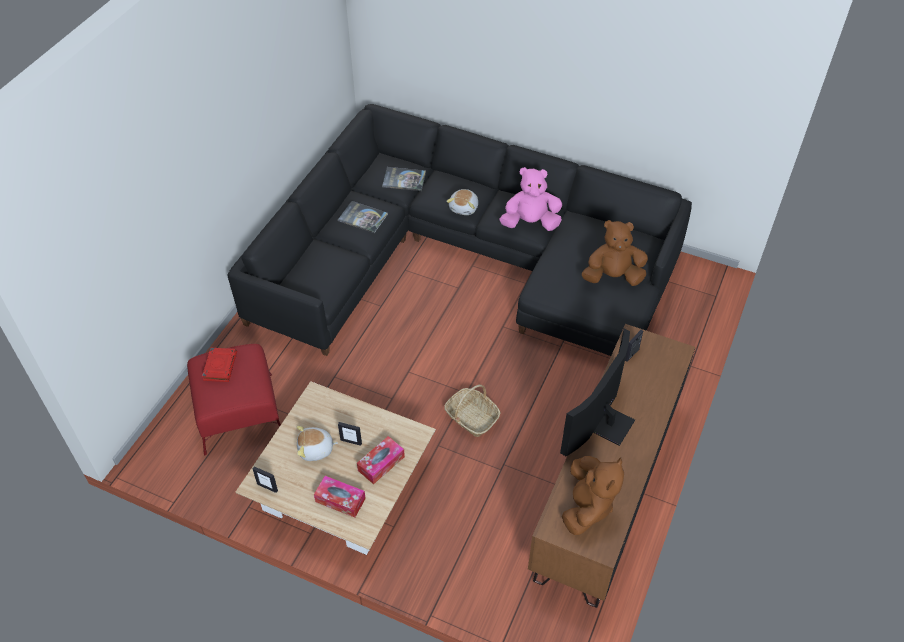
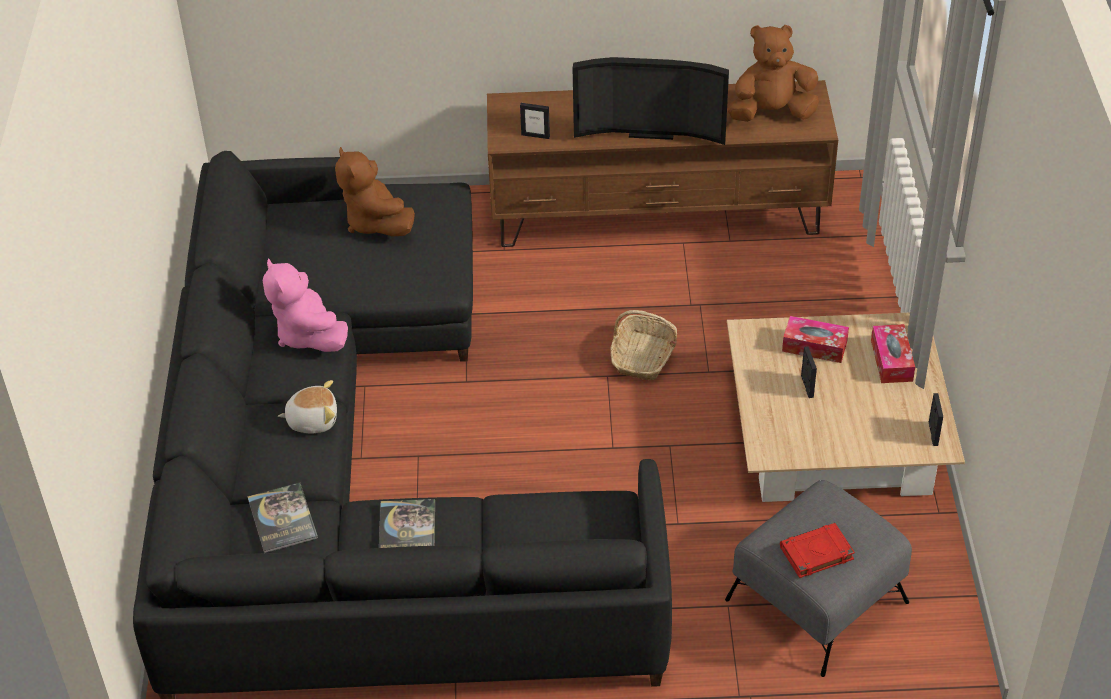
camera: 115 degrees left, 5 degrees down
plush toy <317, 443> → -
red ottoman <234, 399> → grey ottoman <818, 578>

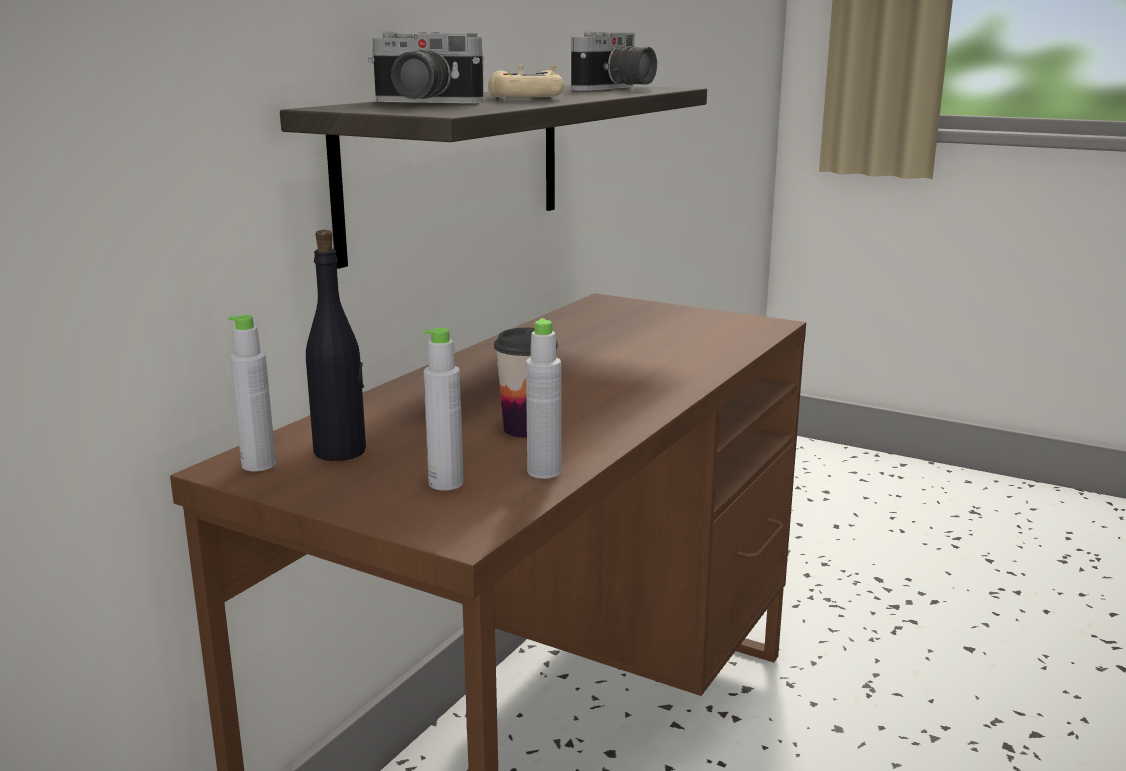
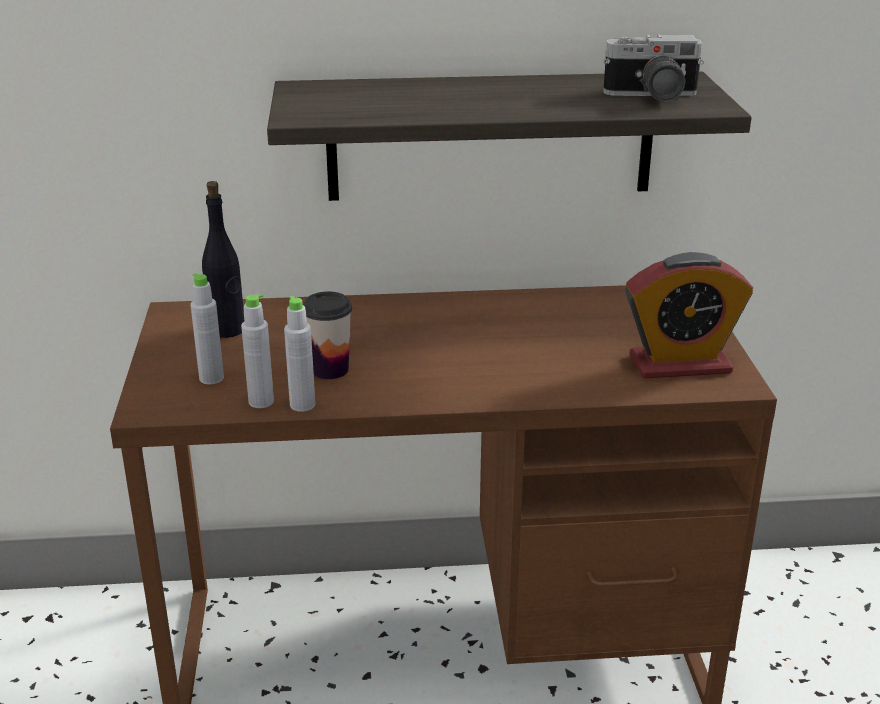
camera: 55 degrees right, 10 degrees up
photo camera <426, 67> → -
beige game controller <526, 81> → -
- → alarm clock <689, 315>
grey bottle <252, 393> → grey bottle <299, 354>, relocated

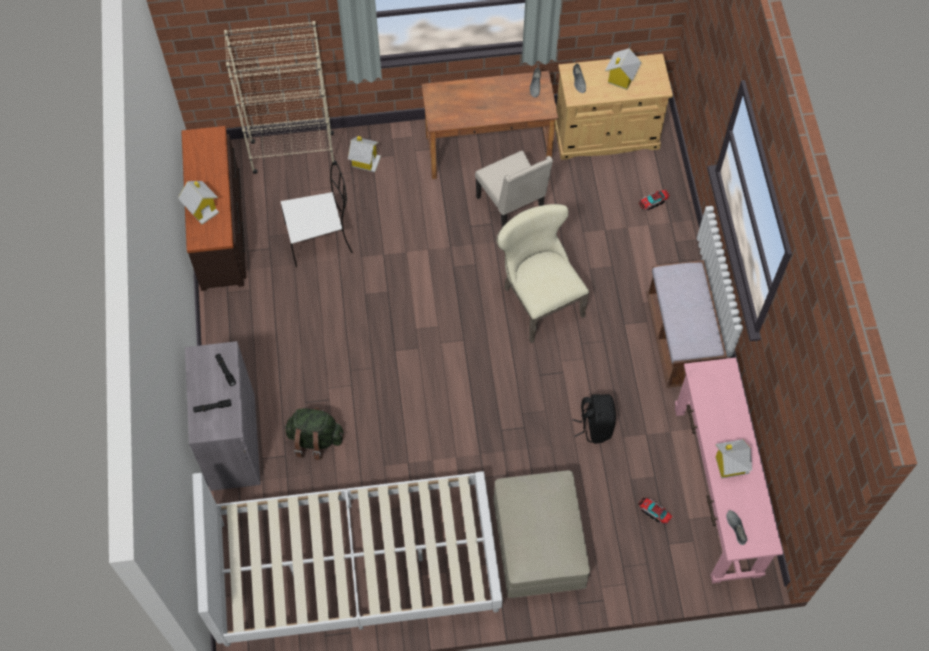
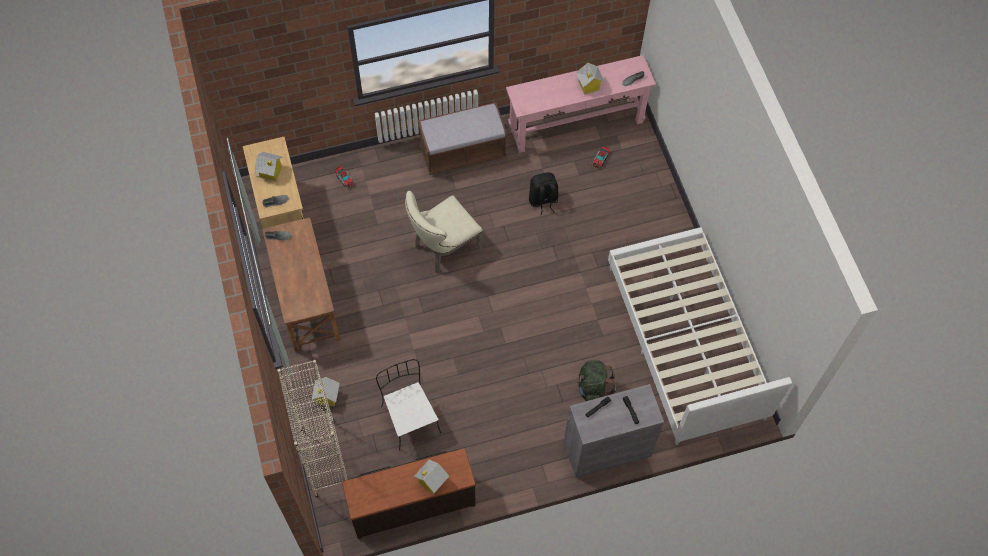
camera: 100 degrees left, 0 degrees up
beige chair <514, 189> → -
beige ottoman <541, 534> → -

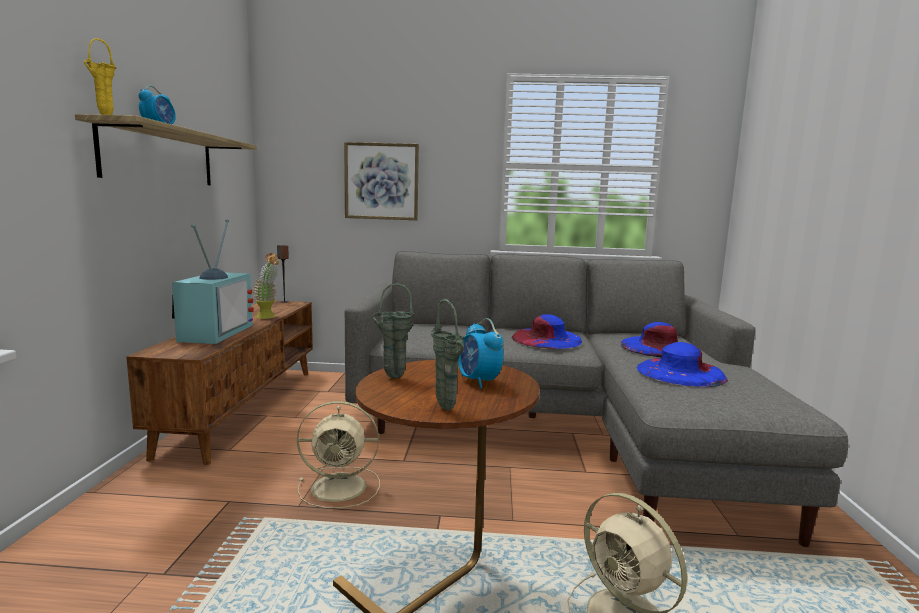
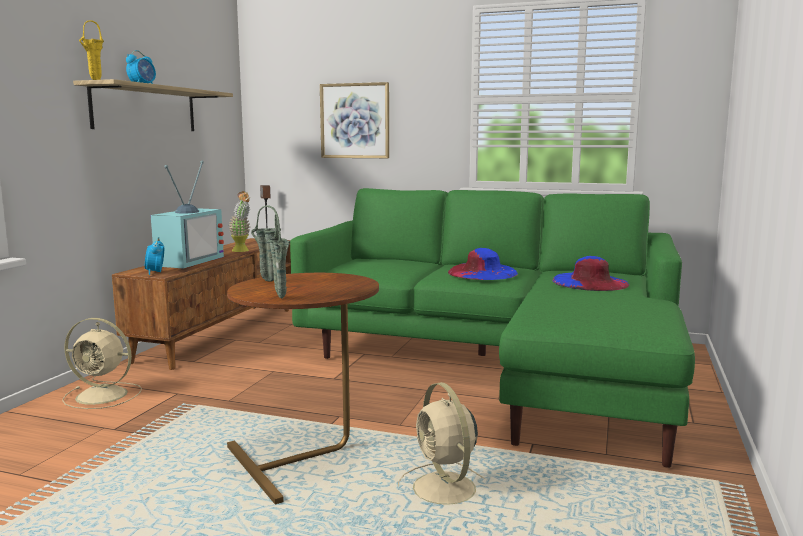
camera: 15 degrees right, 0 degrees up
blue hat <682, 364> → -
beige fan <338, 454> → beige fan <102, 363>, relocated
alarm clock <481, 353> → alarm clock <154, 256>, relocated
grey sofa <596, 399> → green sofa <492, 328>

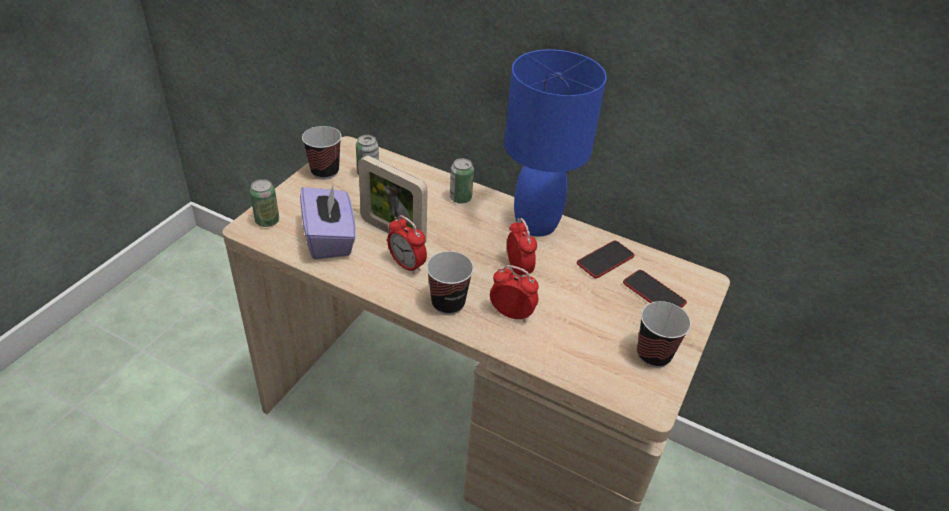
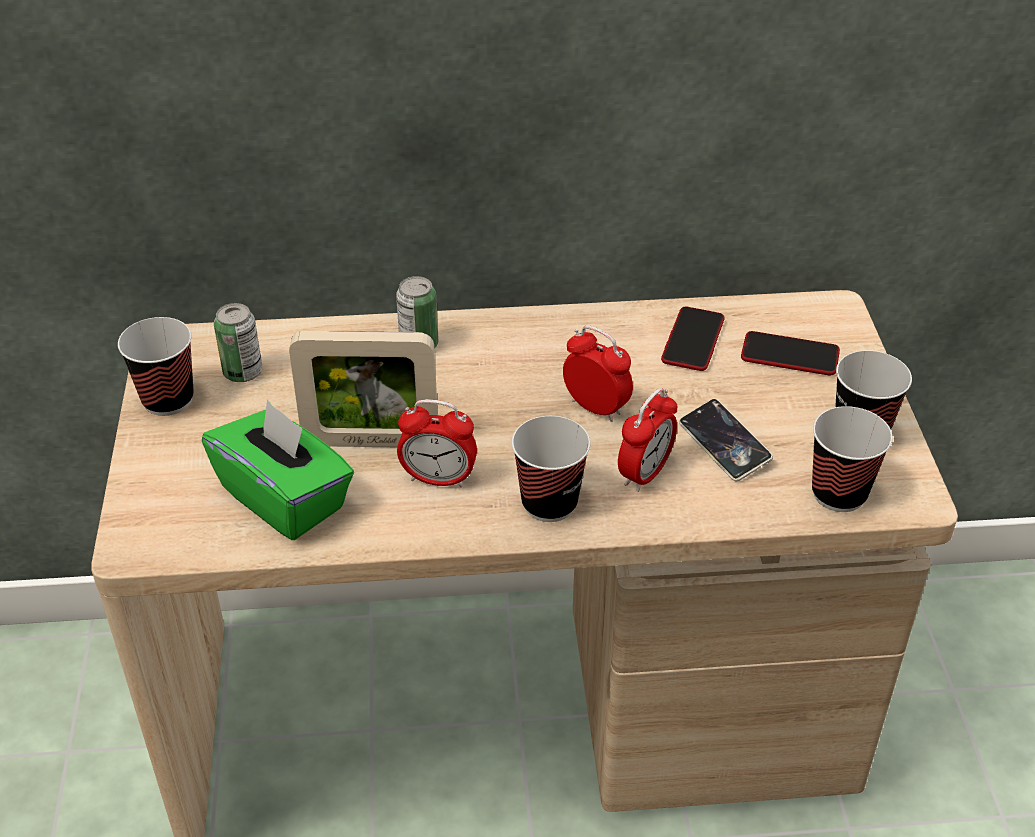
camera: 30 degrees left, 0 degrees up
can <264, 203> → -
blue table lamp <555, 142> → -
- → phone <726, 440>
- → cup <852, 459>
purple tissue box <328, 221> → green tissue box <278, 469>
alarm clock <514, 294> → alarm clock <647, 440>, 135 degrees clockwise

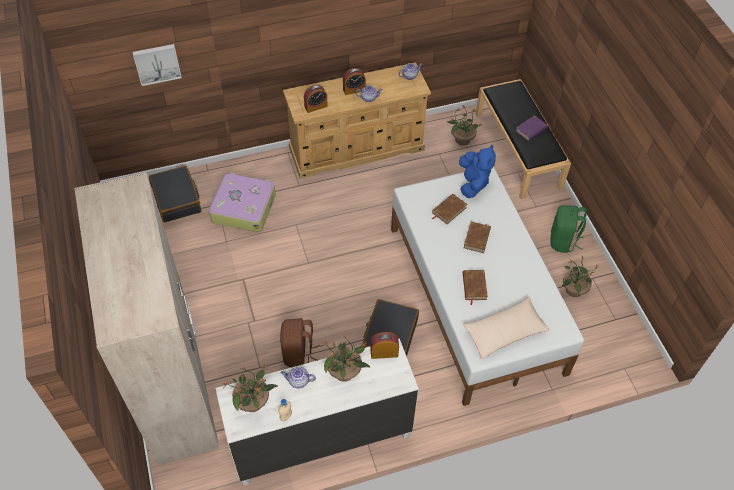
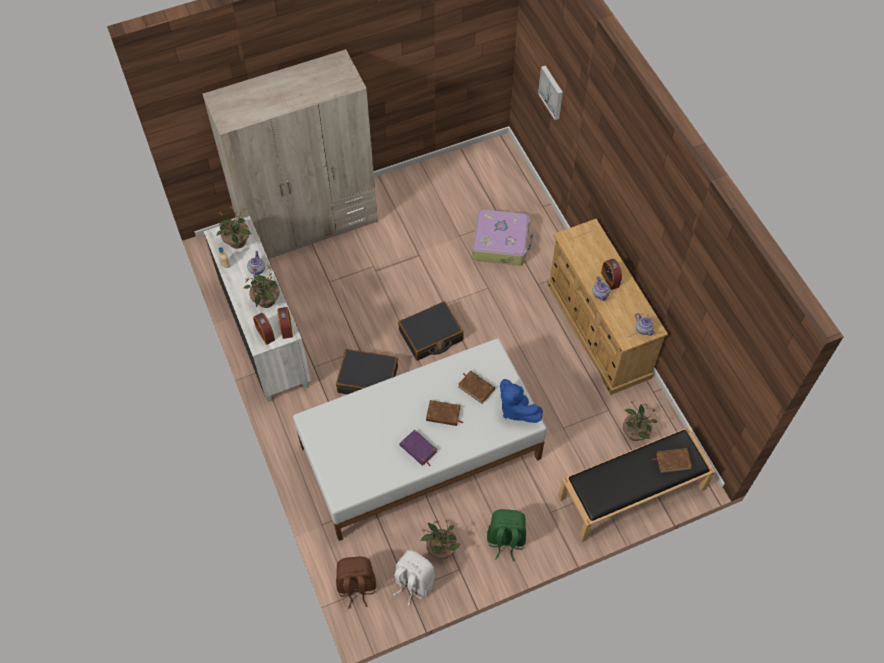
camera: 85 degrees right, 5 degrees up
beige pillow <506, 328> → -
- → white backpack <414, 578>
black suitcase <175, 194> → black suitcase <431, 331>, relocated
brown backpack <300, 343> → brown backpack <356, 582>, relocated
alarm clock <316, 99> → alarm clock <264, 329>, relocated
brown book <475, 287> → brown book <671, 460>, relocated
purple book <532, 128> → purple book <418, 447>, relocated
blue plush toy <477, 171> → blue plush toy <521, 401>, 60 degrees clockwise

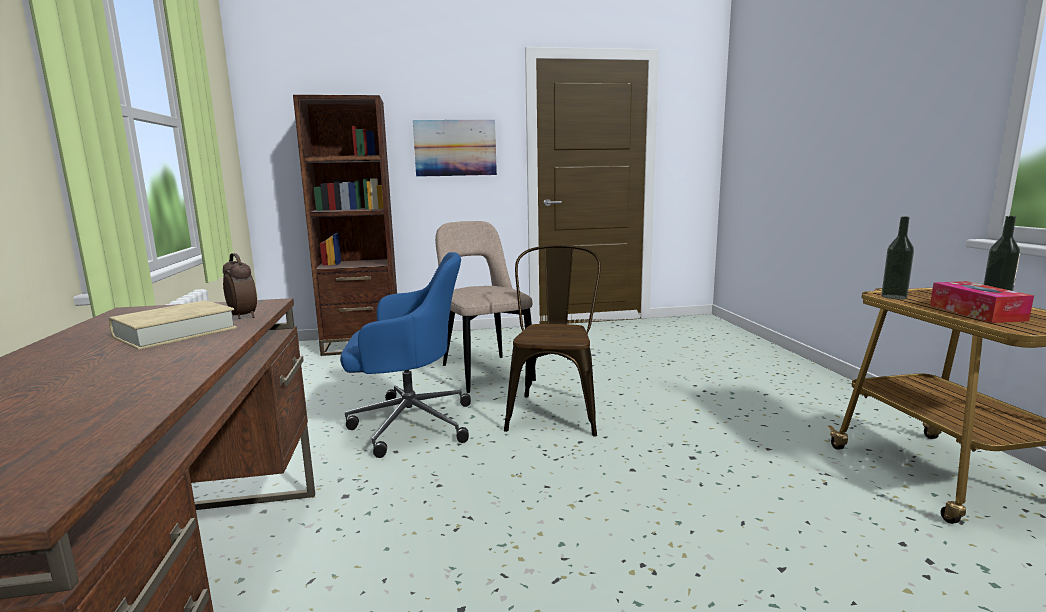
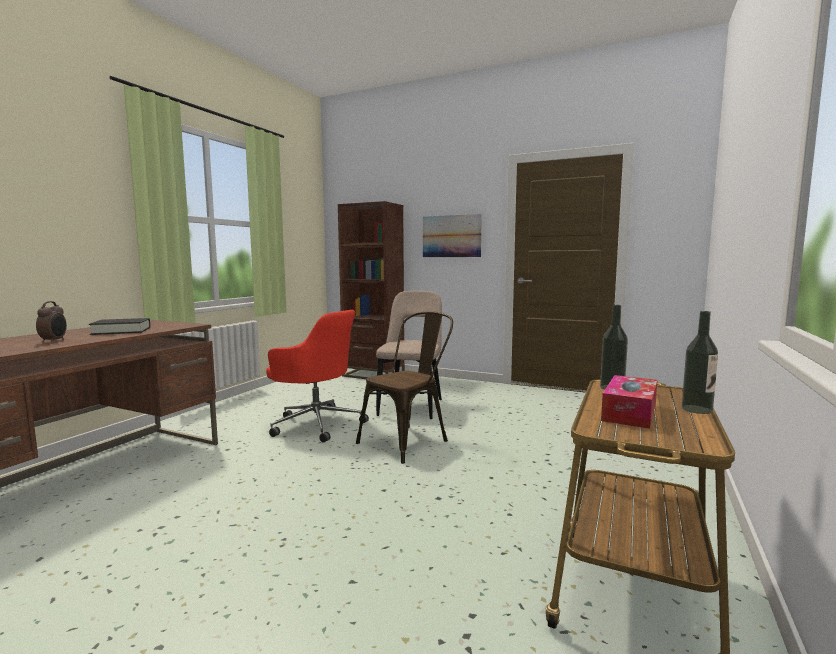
camera: 35 degrees right, 5 degrees down
alarm clock <240, 286> → alarm clock <51, 321>, relocated
beige book <173, 325> → black book <119, 326>
blue office chair <405, 355> → red office chair <317, 376>

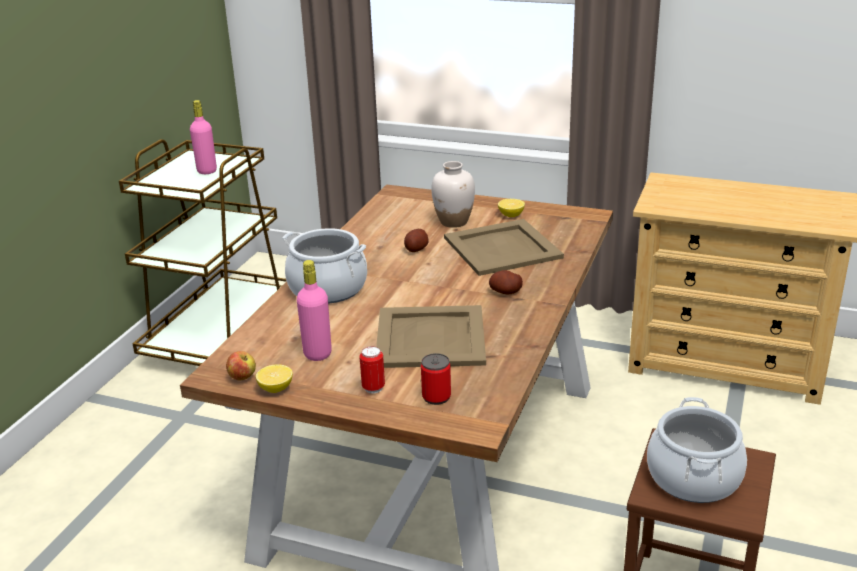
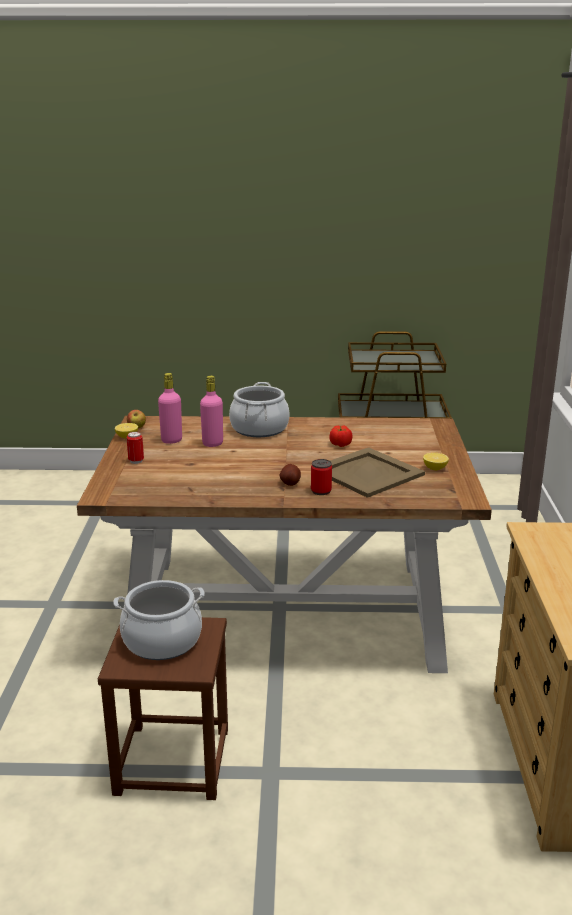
camera: 70 degrees right, 5 degrees down
beige tray <431, 336> → -
white vase <453, 194> → -
pink bottle <203, 137> → pink bottle <211, 411>, relocated
can <436, 379> → can <321, 477>, relocated
potato <416, 240> → tomato <340, 436>

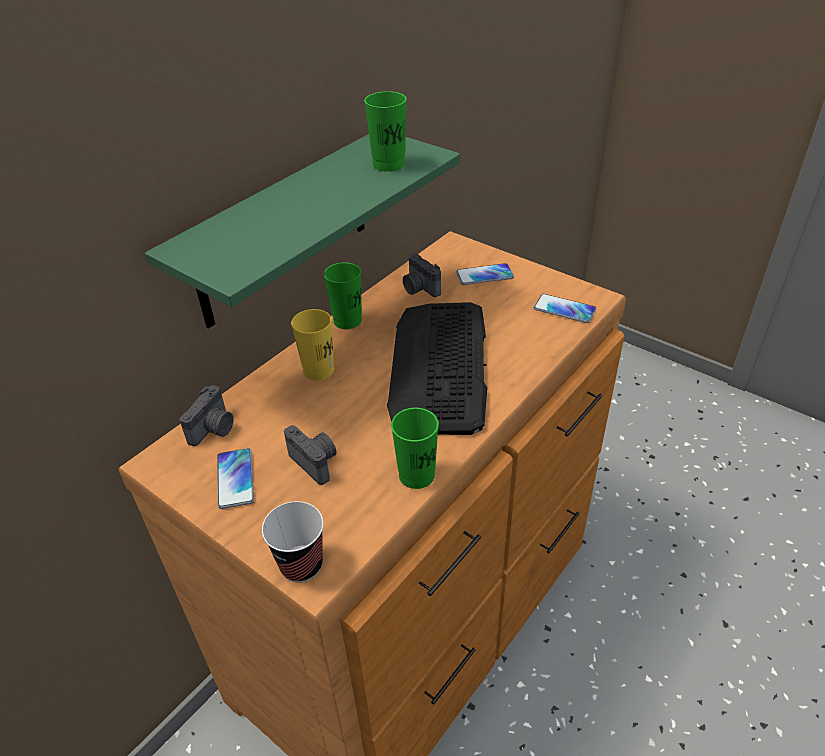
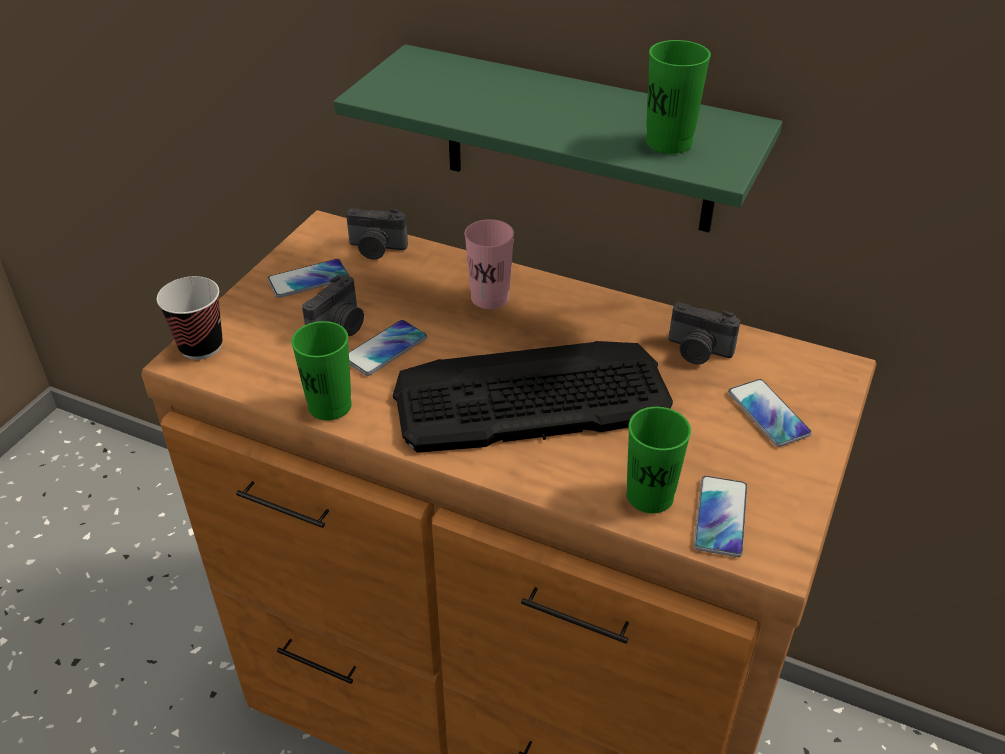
camera: 75 degrees right, 0 degrees up
- → phone <388, 348>
green cup <343, 295> → green cup <659, 460>, relocated
yellow cup <312, 345> → pink cup <489, 264>
photo camera <422, 275> → photo camera <704, 333>, 105 degrees counterclockwise

